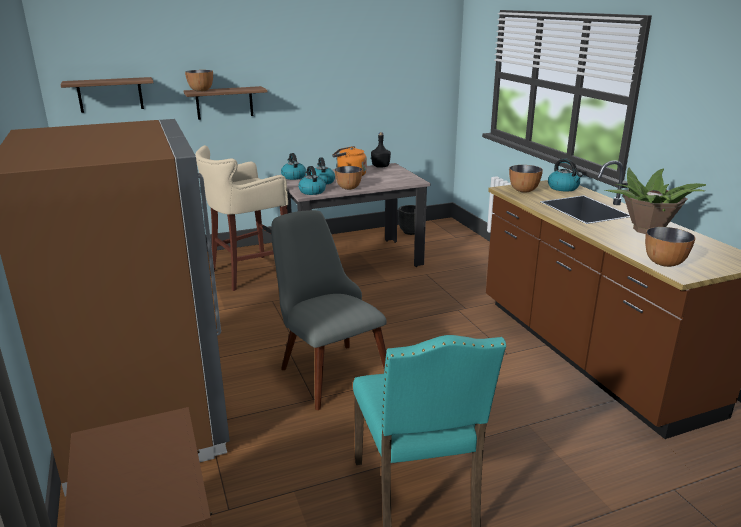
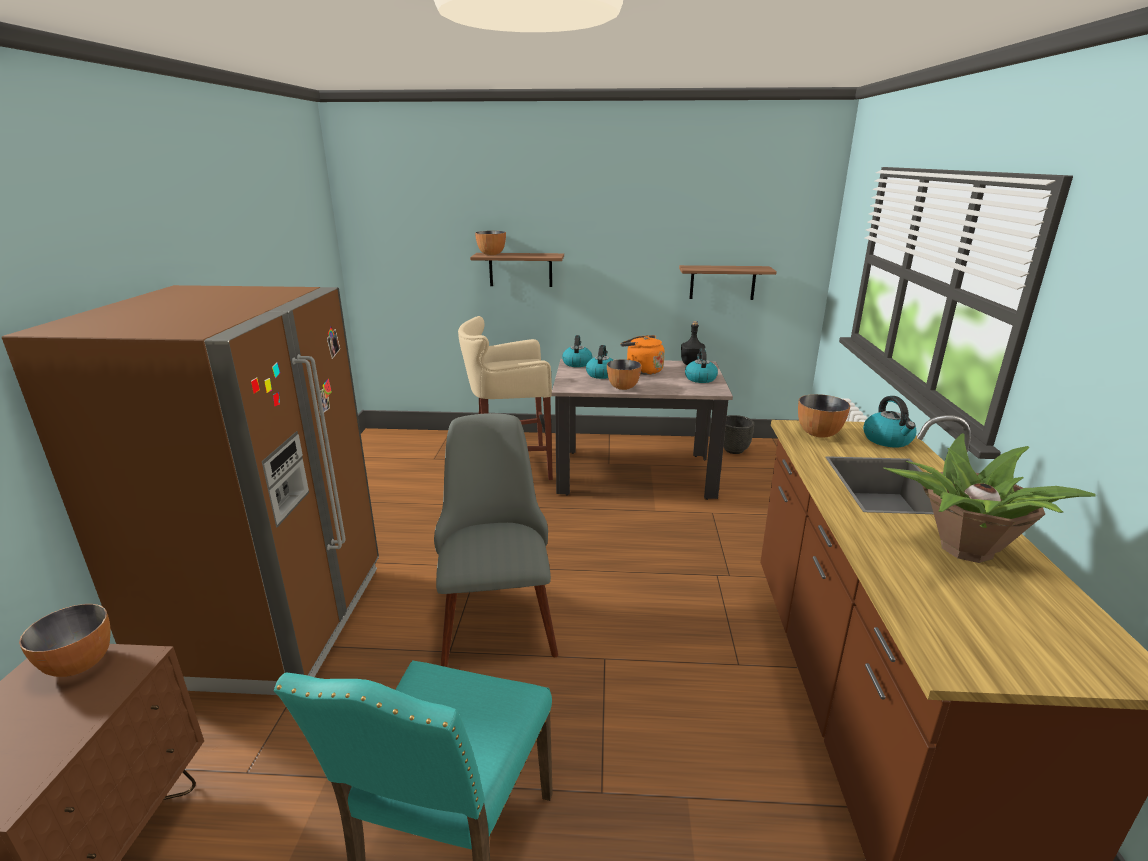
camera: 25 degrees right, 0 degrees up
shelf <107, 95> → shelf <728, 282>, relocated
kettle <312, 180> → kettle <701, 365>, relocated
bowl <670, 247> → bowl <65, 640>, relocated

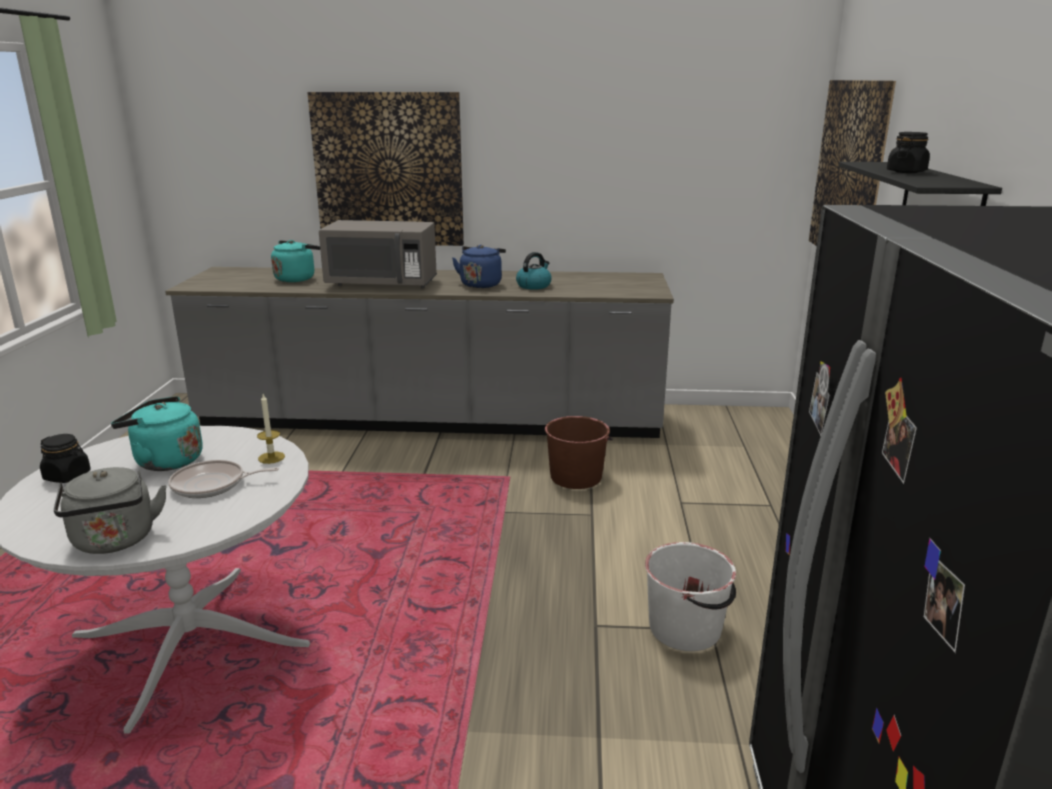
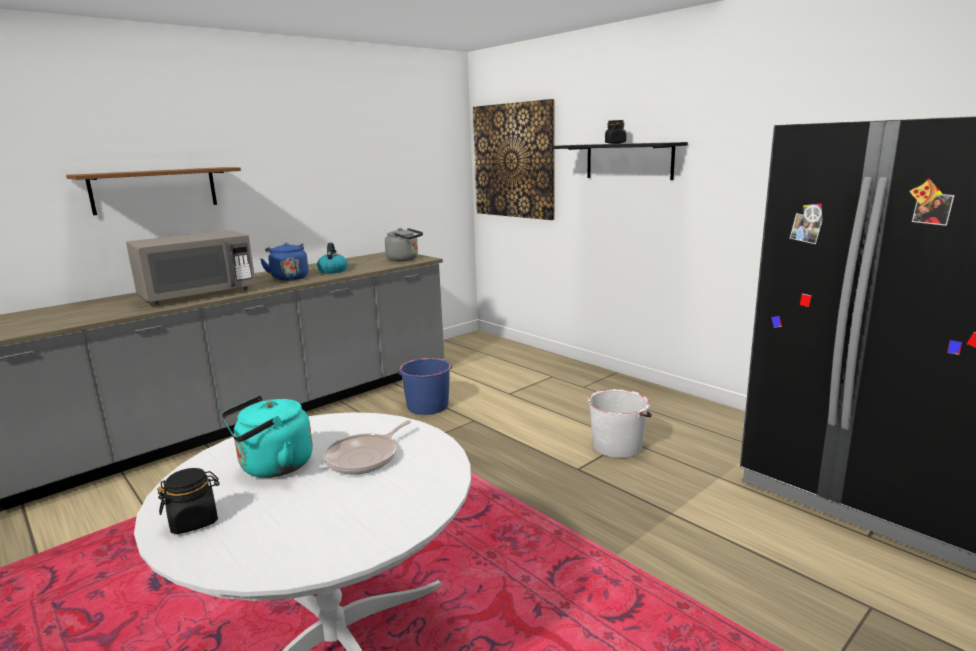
camera: 45 degrees left, 5 degrees down
candle <271, 429> → -
turquoise kettle <295, 261> → -
grey kettle <110, 510> → grey kettle <404, 244>, relocated
picture <385, 169> → brown shelf <153, 191>
brown bucket <579, 452> → blue bucket <424, 386>

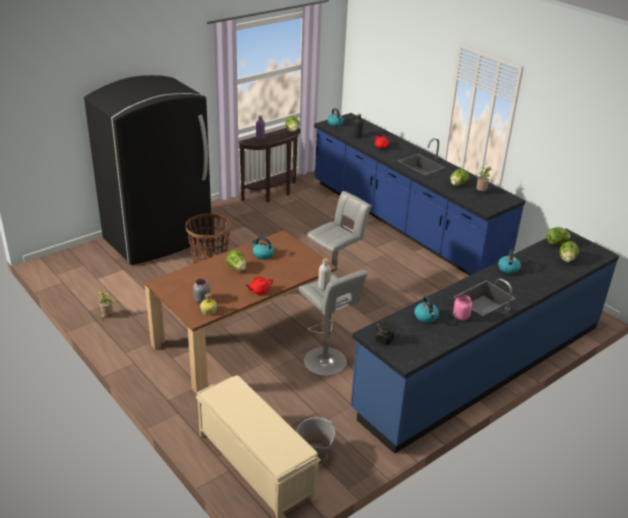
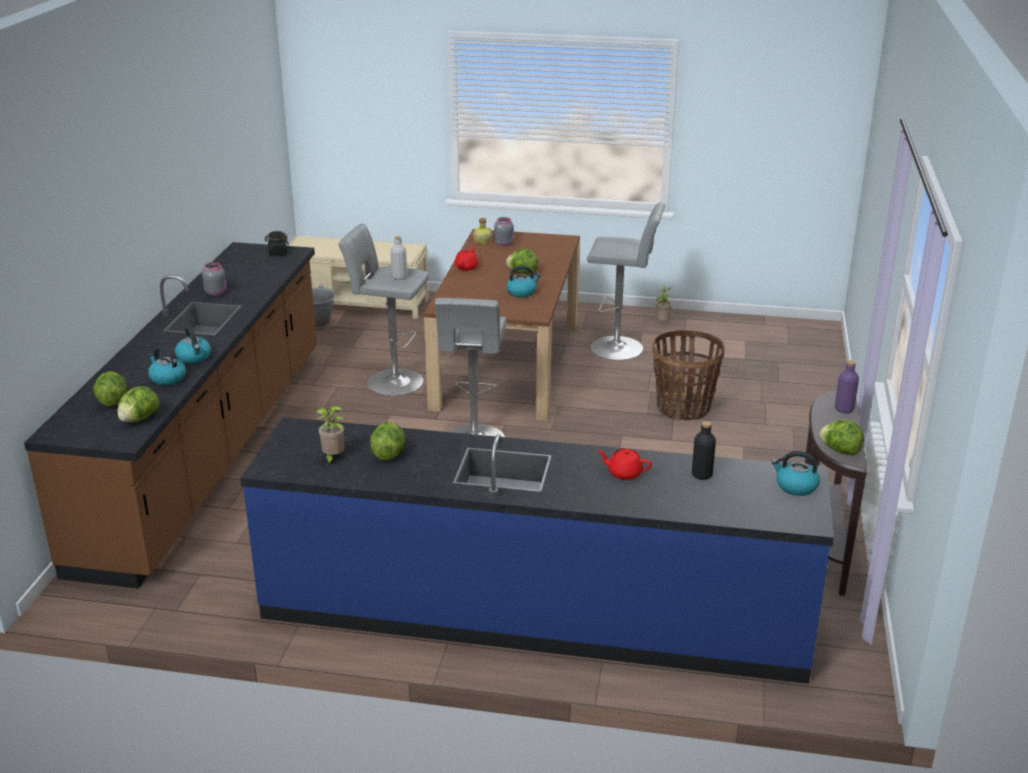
camera: 140 degrees right, 5 degrees down
black fridge <147, 170> → -
- → grey stool <626, 281>
kettle <426, 309> → kettle <167, 366>, relocated
blue counter <485, 341> → brown counter <170, 415>
pink jar <462, 307> → grey jar <214, 279>

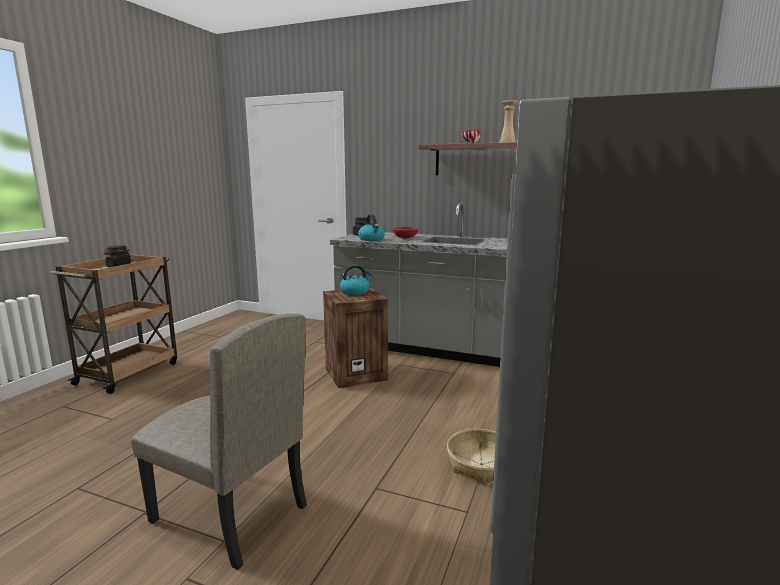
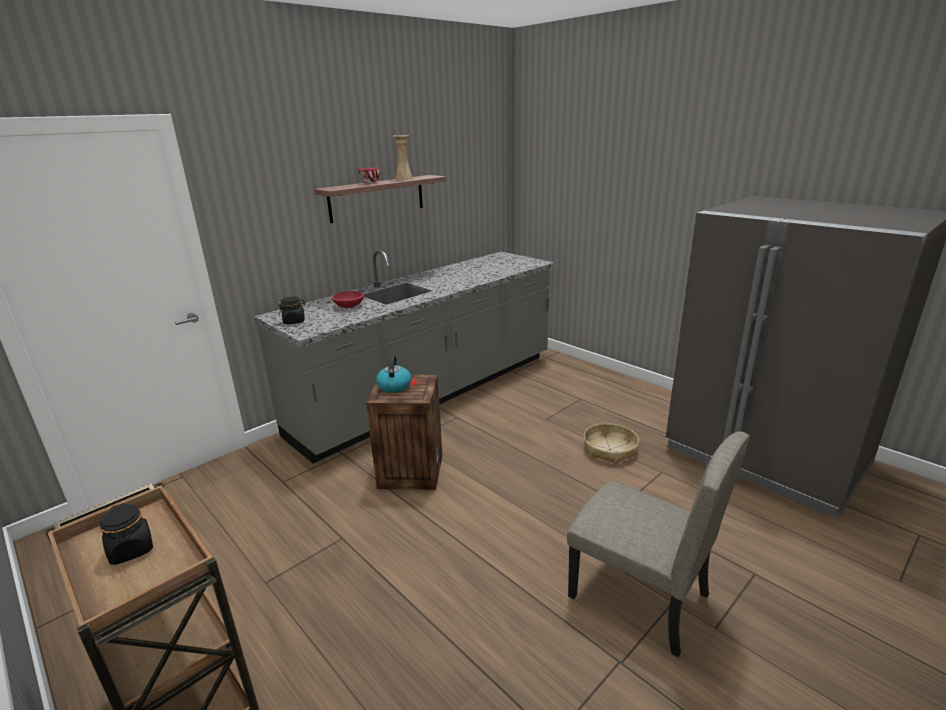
camera: 65 degrees left, 10 degrees up
kettle <371, 227> → -
beige chair <219, 442> → beige chair <658, 544>, 75 degrees clockwise

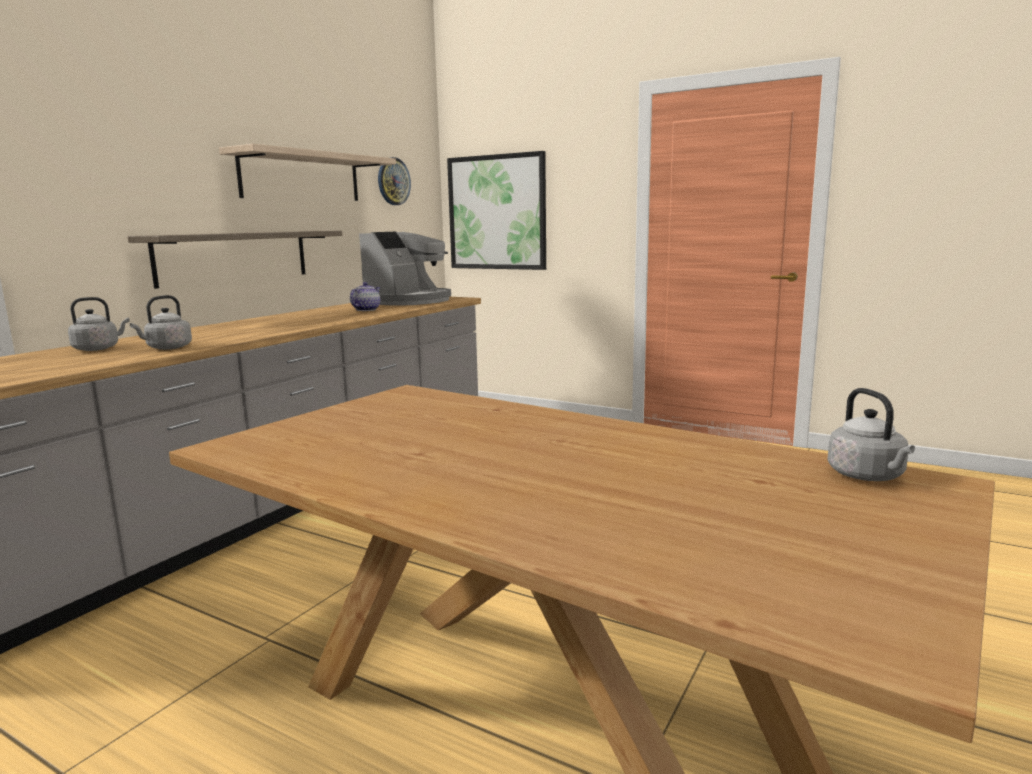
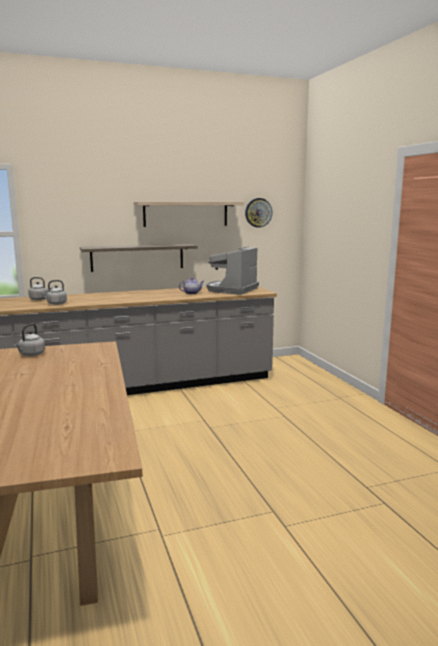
camera: 40 degrees right, 0 degrees up
picture <496, 210> → -
grey kettle <871, 434> → grey kettle <29, 340>, relocated
coffee machine <405, 269> → coffee machine <233, 271>, 135 degrees clockwise

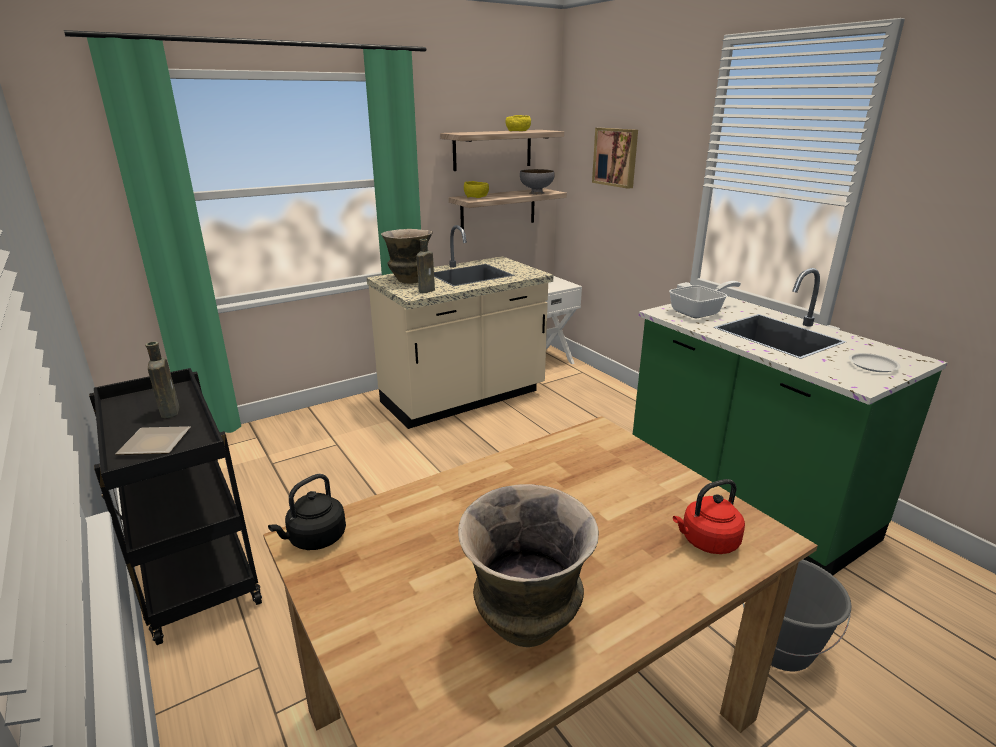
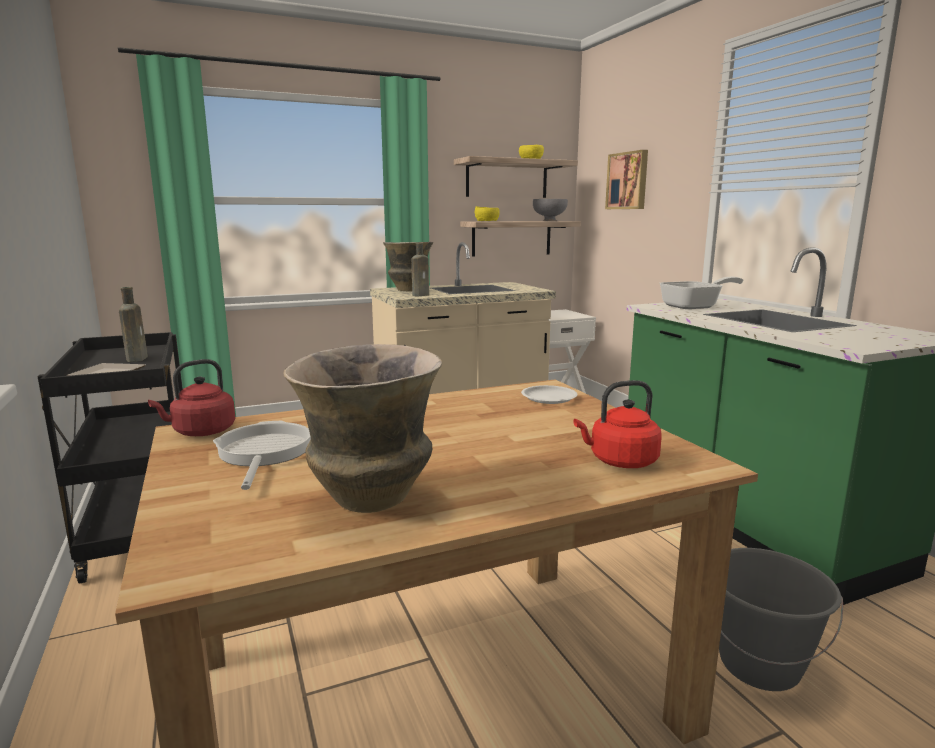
camera: 10 degrees right, 10 degrees down
- → frying pan <262, 455>
white plate <875, 362> → white plate <549, 394>, relocated
black kettle <307, 512> → red kettle <191, 397>

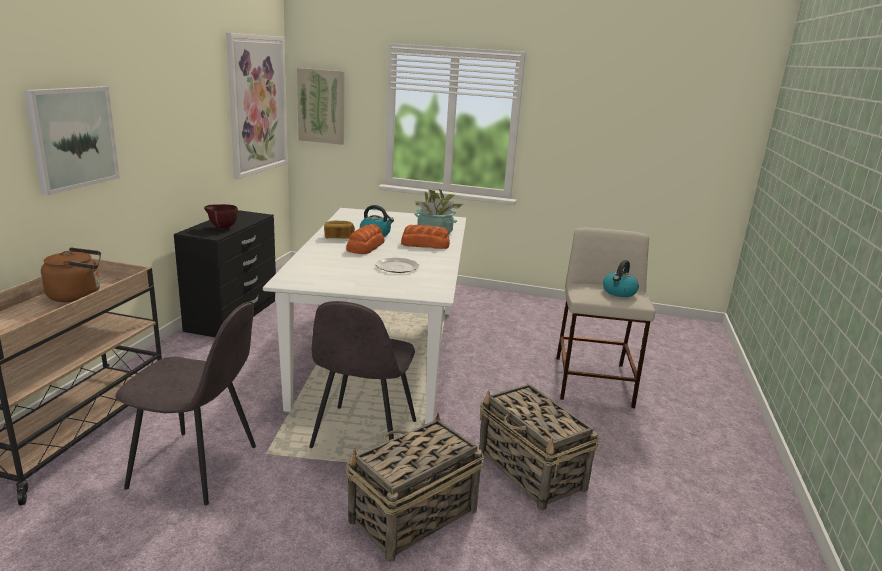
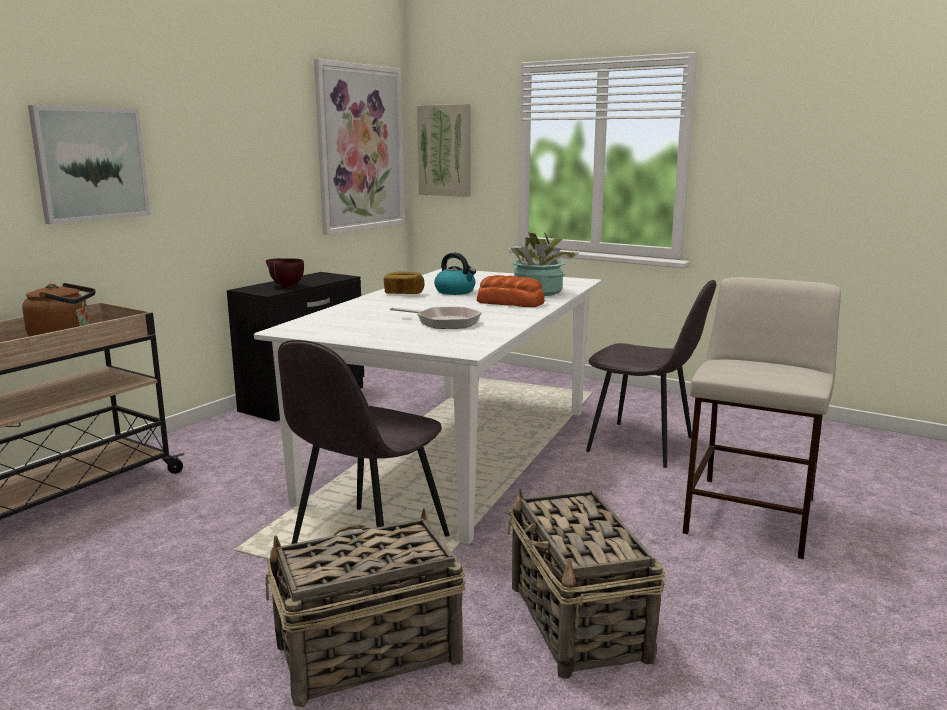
camera: 20 degrees right, 5 degrees down
bread <365, 239> → -
kettle <621, 278> → -
grey chair <185, 403> → grey chair <651, 374>, relocated
plate <398, 265> → frying pan <436, 318>

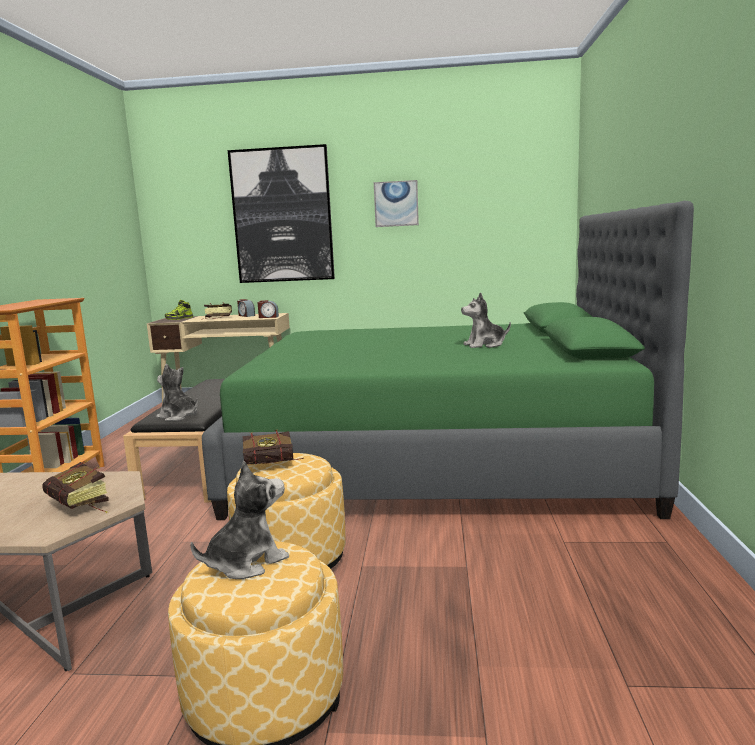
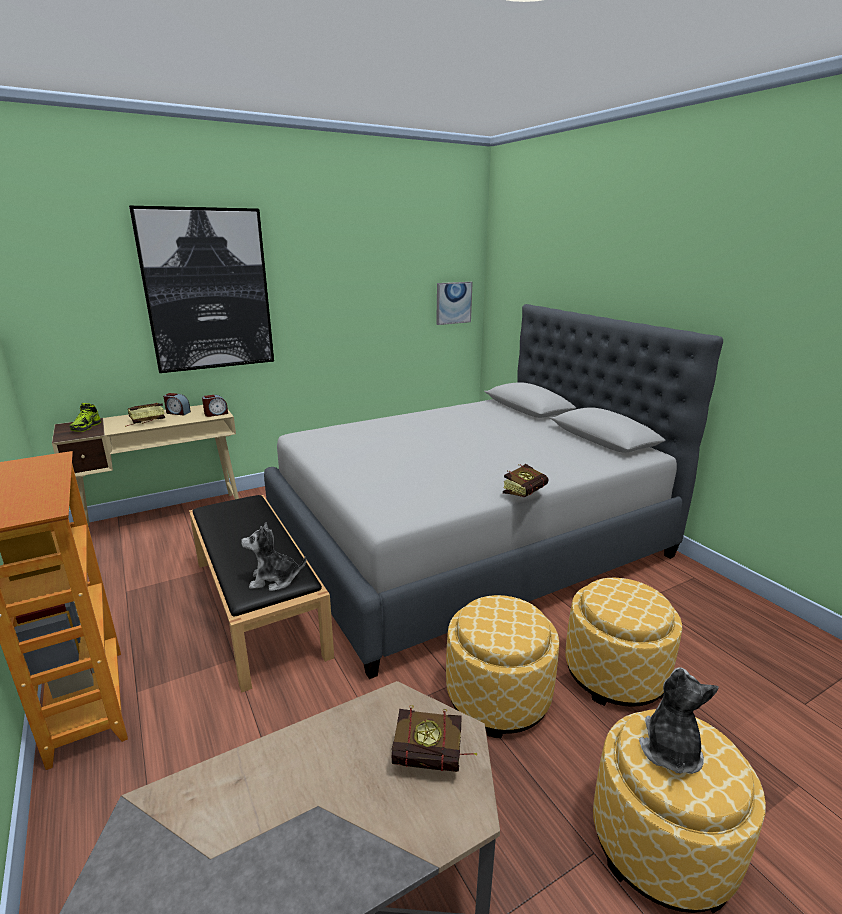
camera: 35 degrees left, 10 degrees up
plush toy <486, 320> → -
- → ottoman <623, 642>
book <273, 447> → book <526, 480>, relocated
picture <396, 203> → picture <454, 303>, relocated
green bed <448, 360> → grey bed <493, 491>

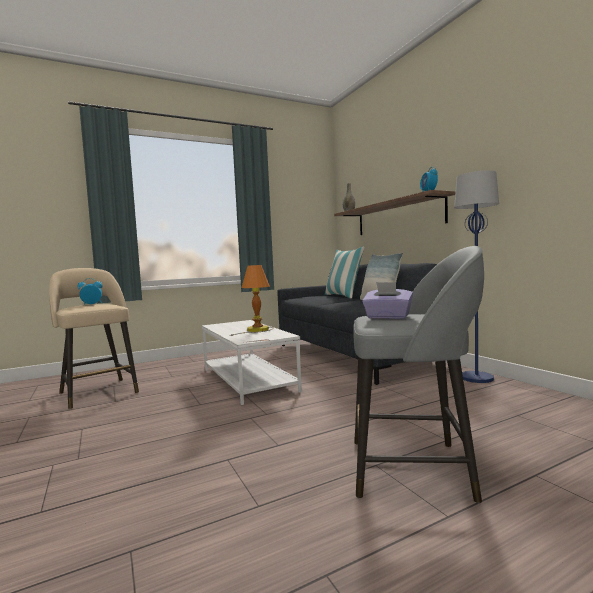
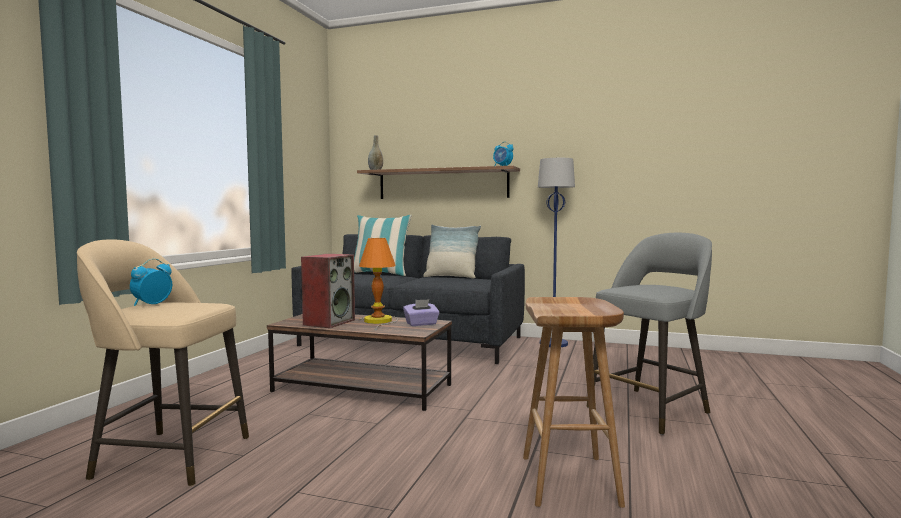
camera: 45 degrees left, 0 degrees up
- → speaker <328, 291>
- → brown stool <574, 402>
purple tissue box <387, 300> → purple tissue box <421, 312>, relocated
white coffee table <252, 362> → brown coffee table <359, 362>

